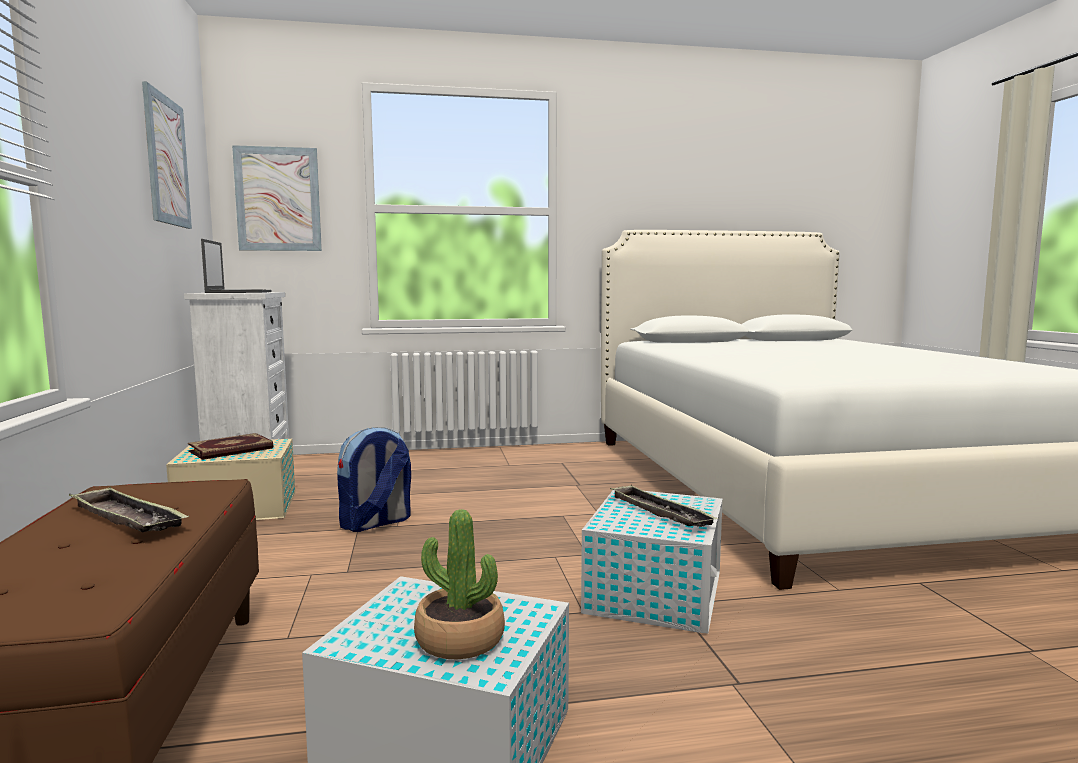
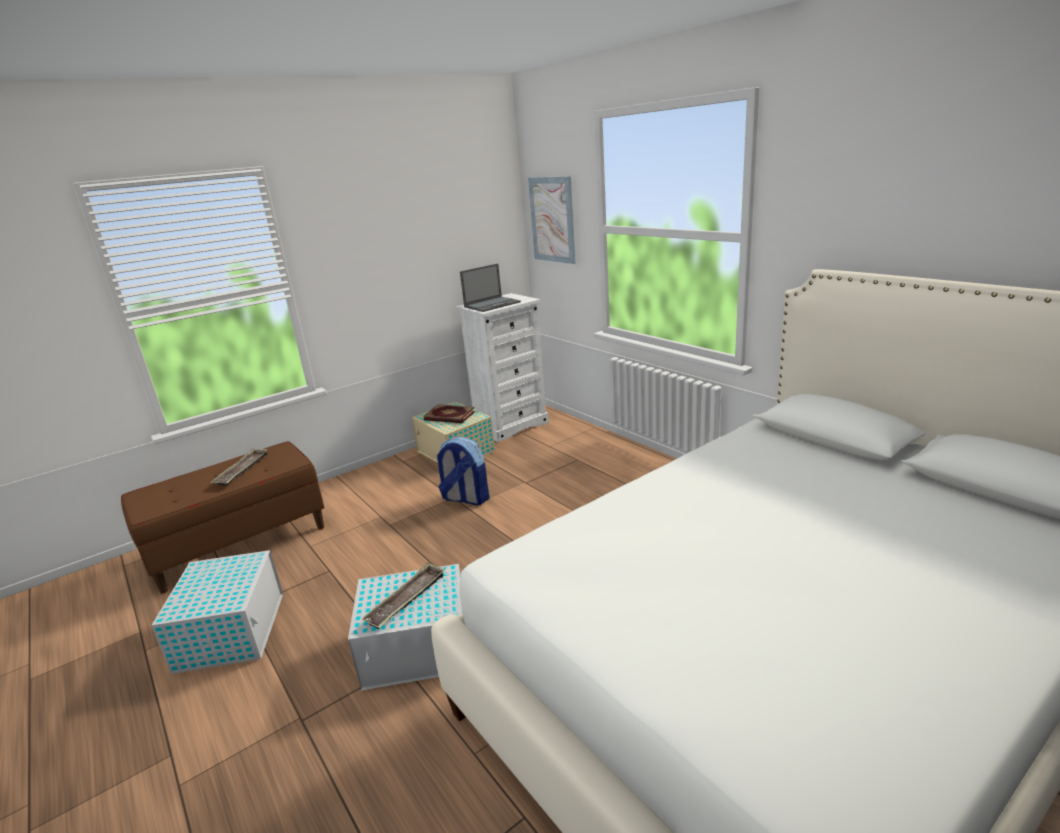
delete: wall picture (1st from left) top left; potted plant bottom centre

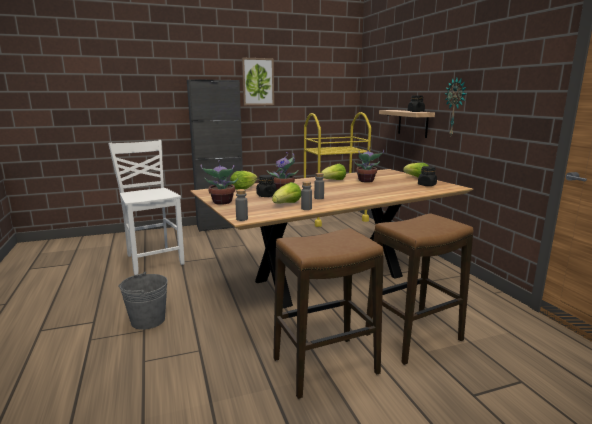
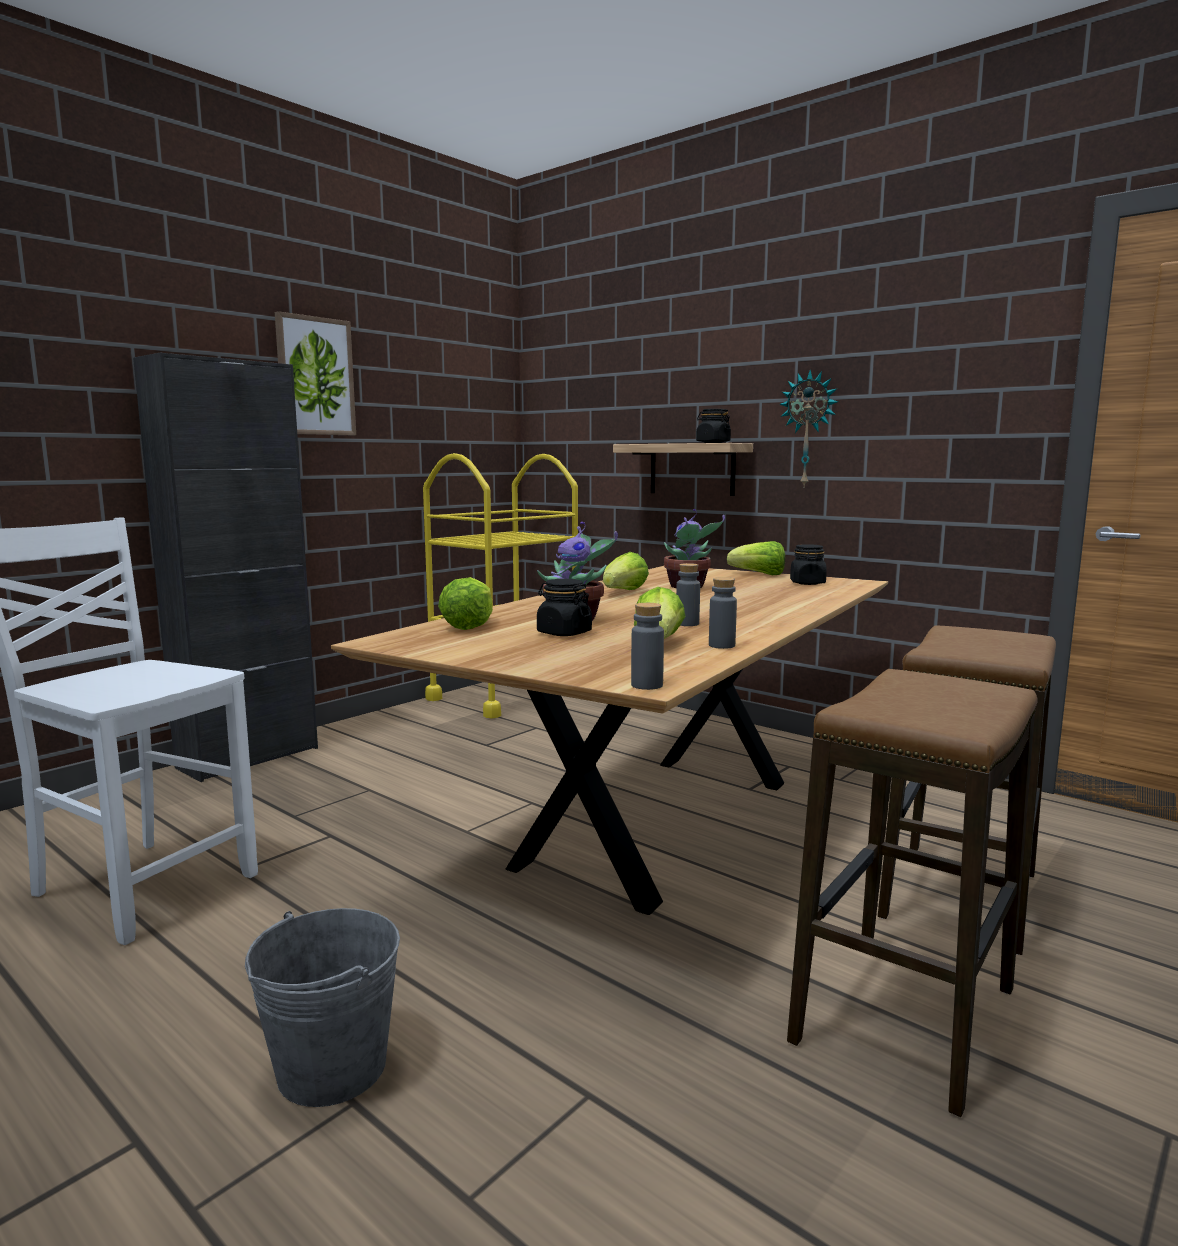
delete: potted plant (1st from left) centre

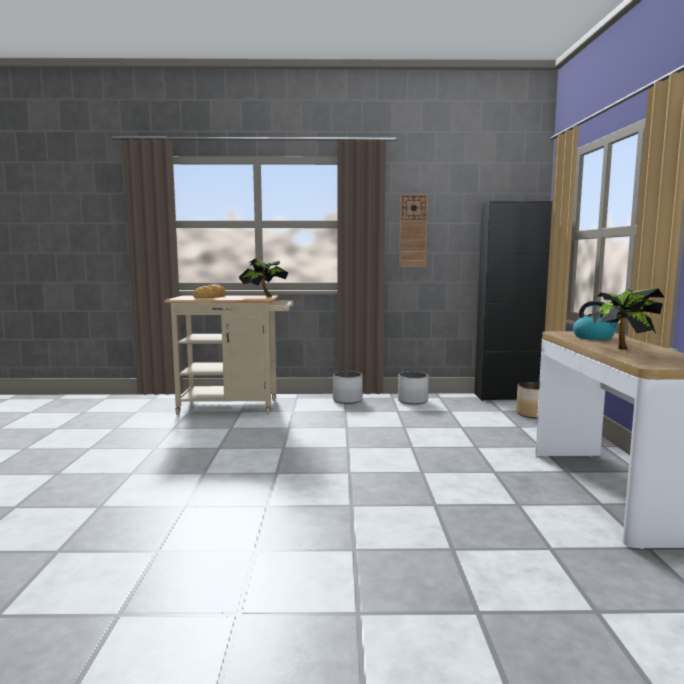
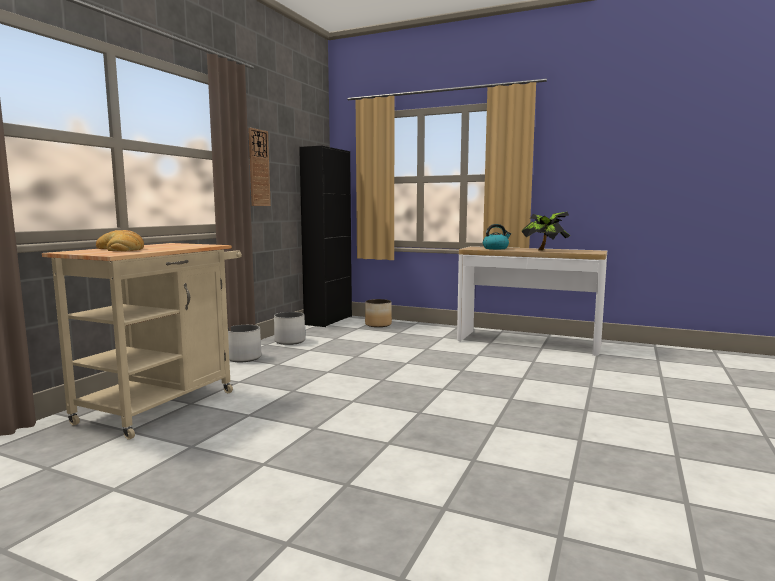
delete: potted plant (1st from left) centre

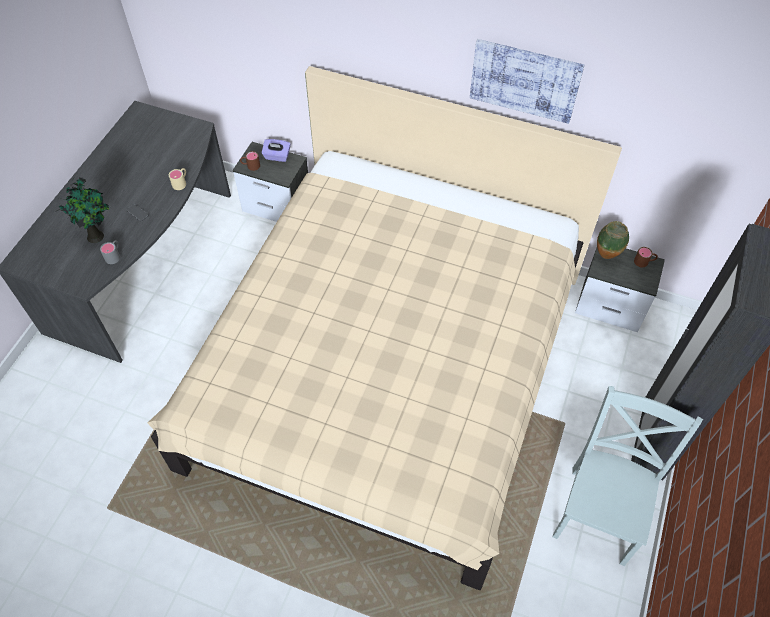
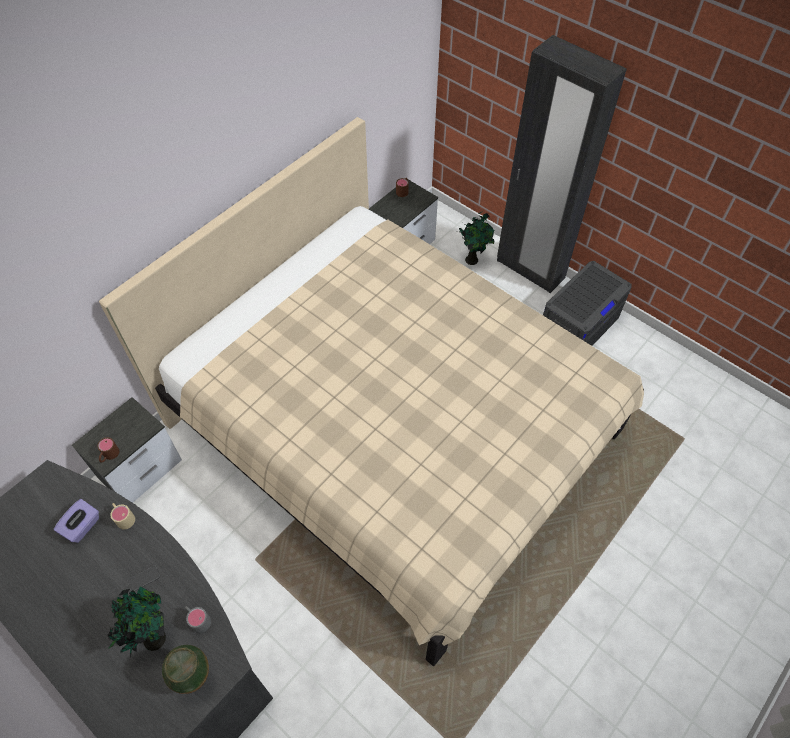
delete: wall picture top right
insert: potted plant (2nd from left) top centre
move: purple-coloured tissue box top centre to bottom left; vase middle right to bottom left
replace: gray chair bottom right to gray storage container middle right

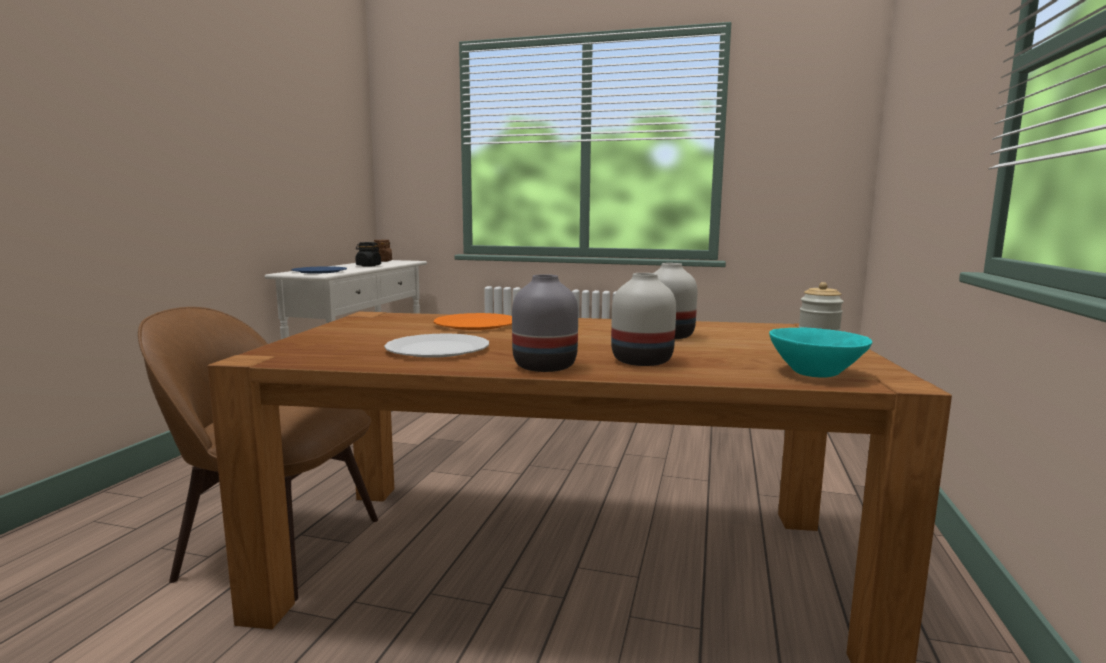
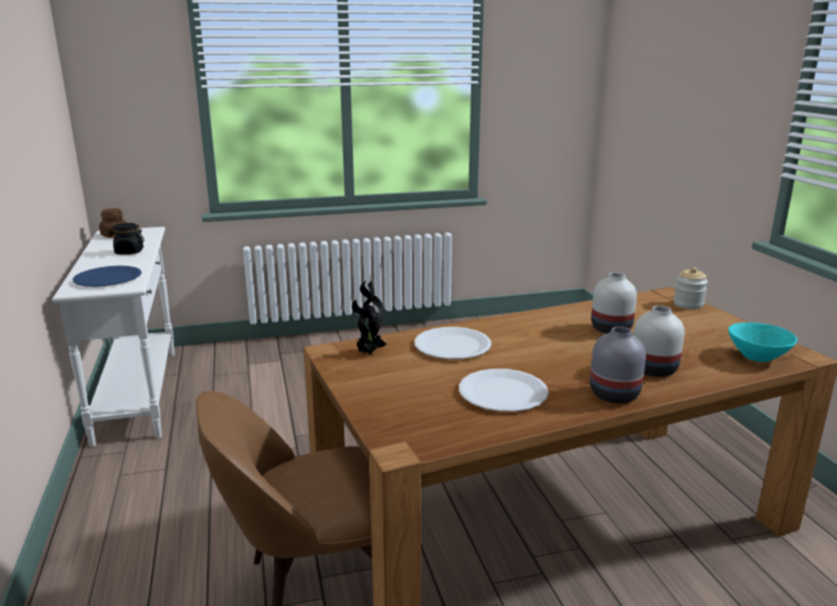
insert: potted plant centre
recolor: orangey plate centre to whitish plate (1st from left) centre

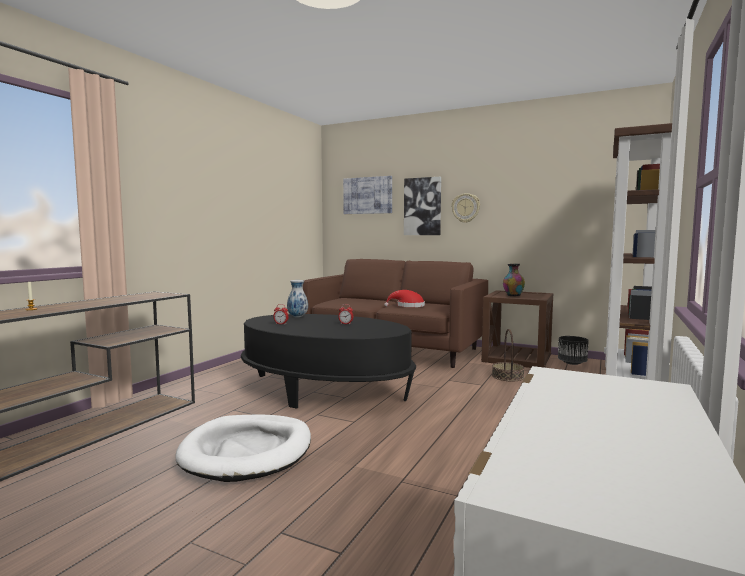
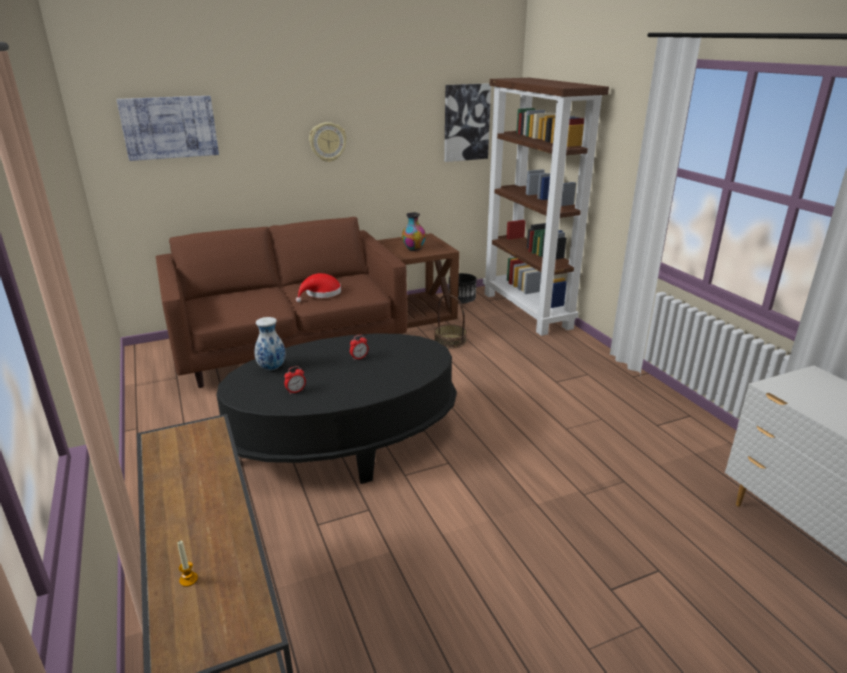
delete: whitish pet bed bottom left
move: wall picture (2nd from left) centre to top centre

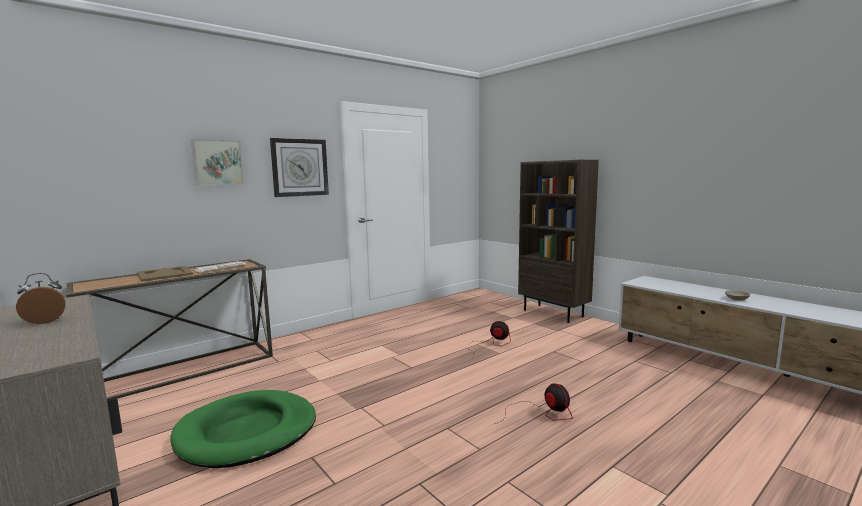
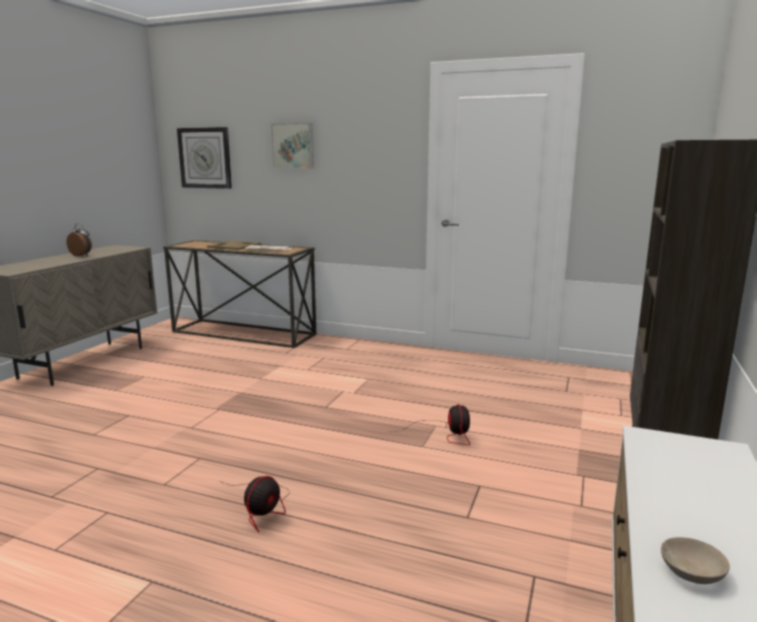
delete: greenish pet bed bottom left
move: clock on the wall top centre to top left

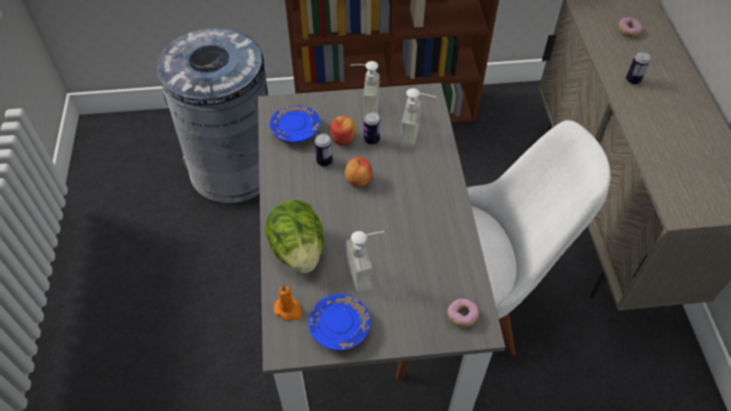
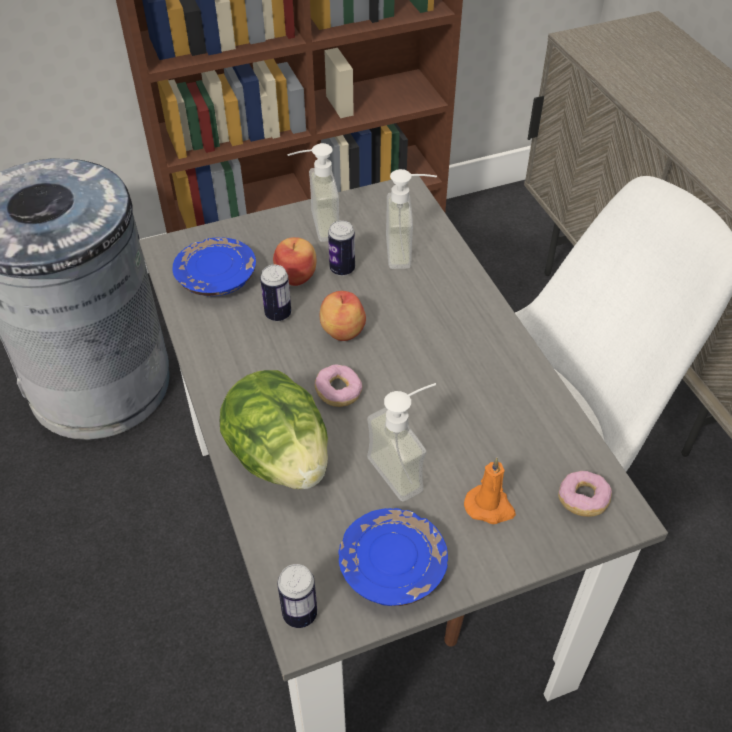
move: orangey wax light bottom centre to bottom right; doughnut (2nd from left in the first image) top right to doughnut (1st from left) centre; sealed can (3rd from left in the first image) top right to sealed can (2nd from left) bottom centre

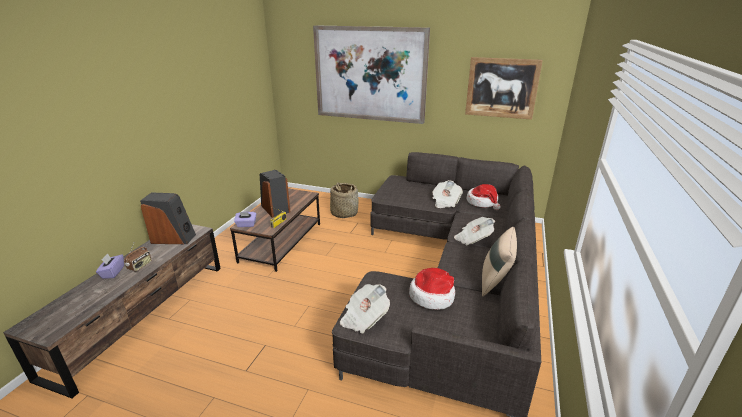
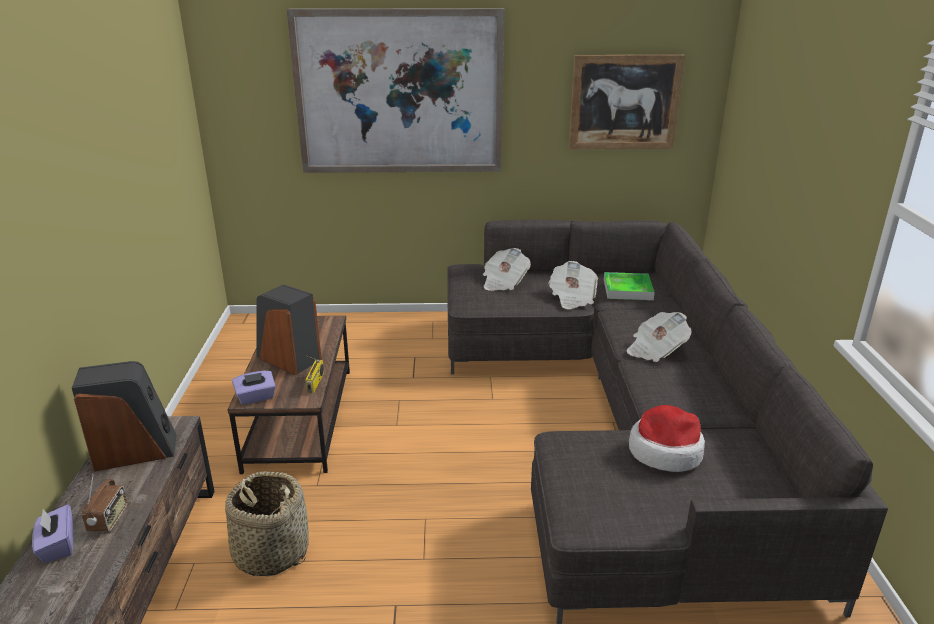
delete: beige pillow middle right
move: storage basket centre to bottom left; newspaper (1st from left) bottom centre to centre
replace: clothing hat (2nd from left) centre to tray middle right

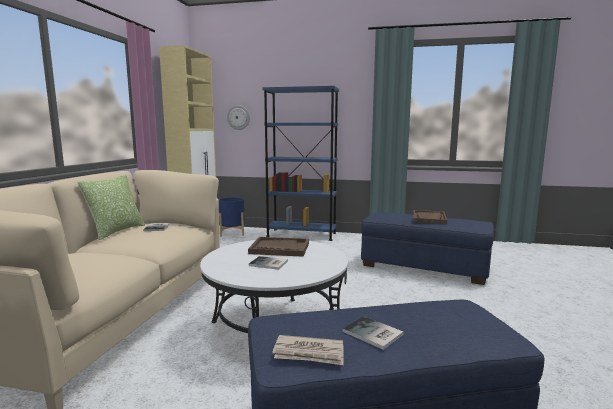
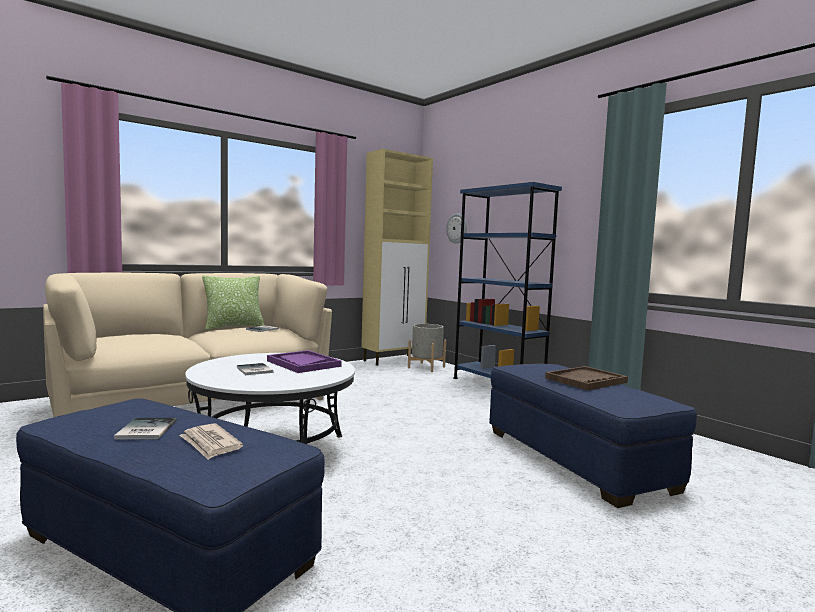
move: newspaper bottom centre to bottom left
recolor: blue planter centre to gray planter centre; brown-coloured tray (1st from left) centre to purple-coloured tray centre

